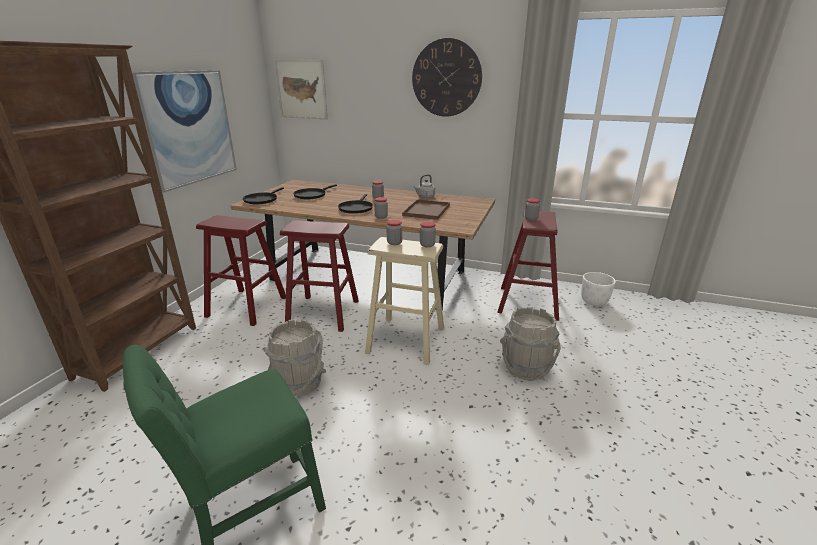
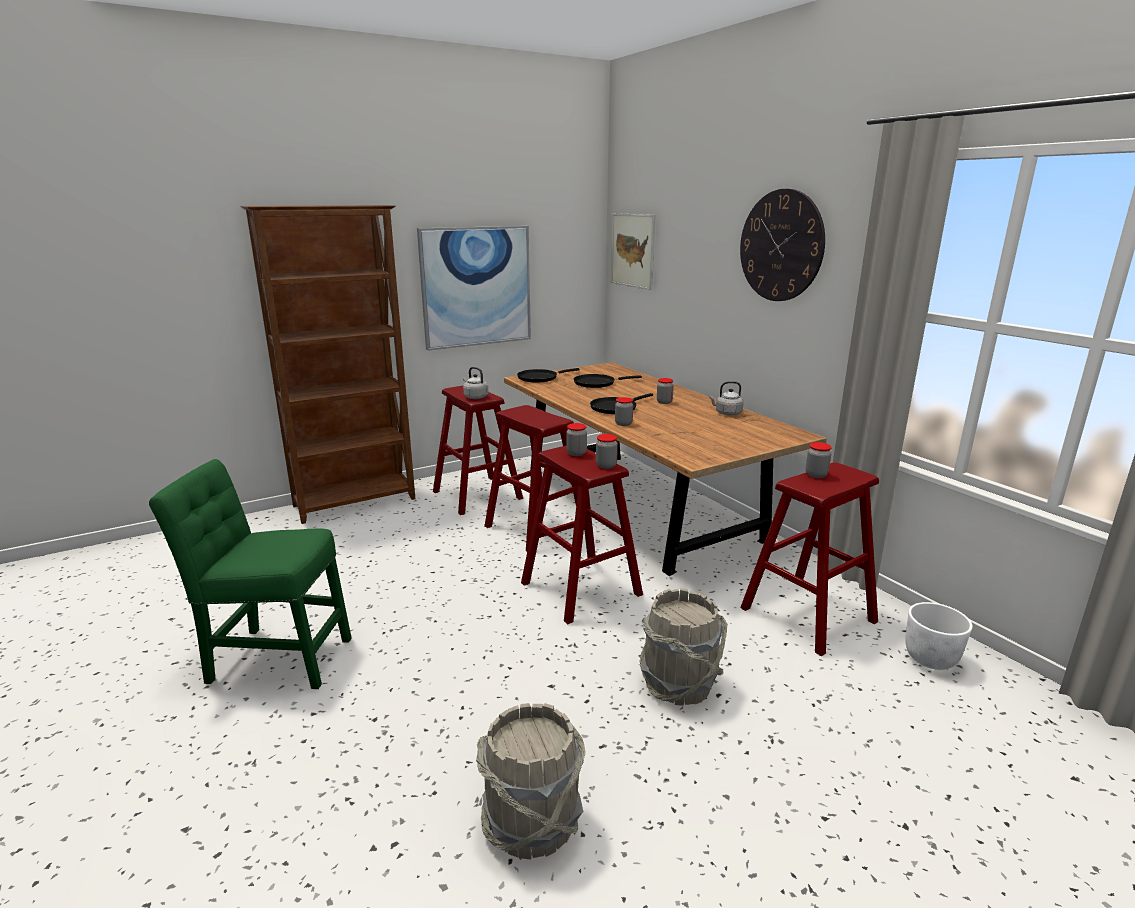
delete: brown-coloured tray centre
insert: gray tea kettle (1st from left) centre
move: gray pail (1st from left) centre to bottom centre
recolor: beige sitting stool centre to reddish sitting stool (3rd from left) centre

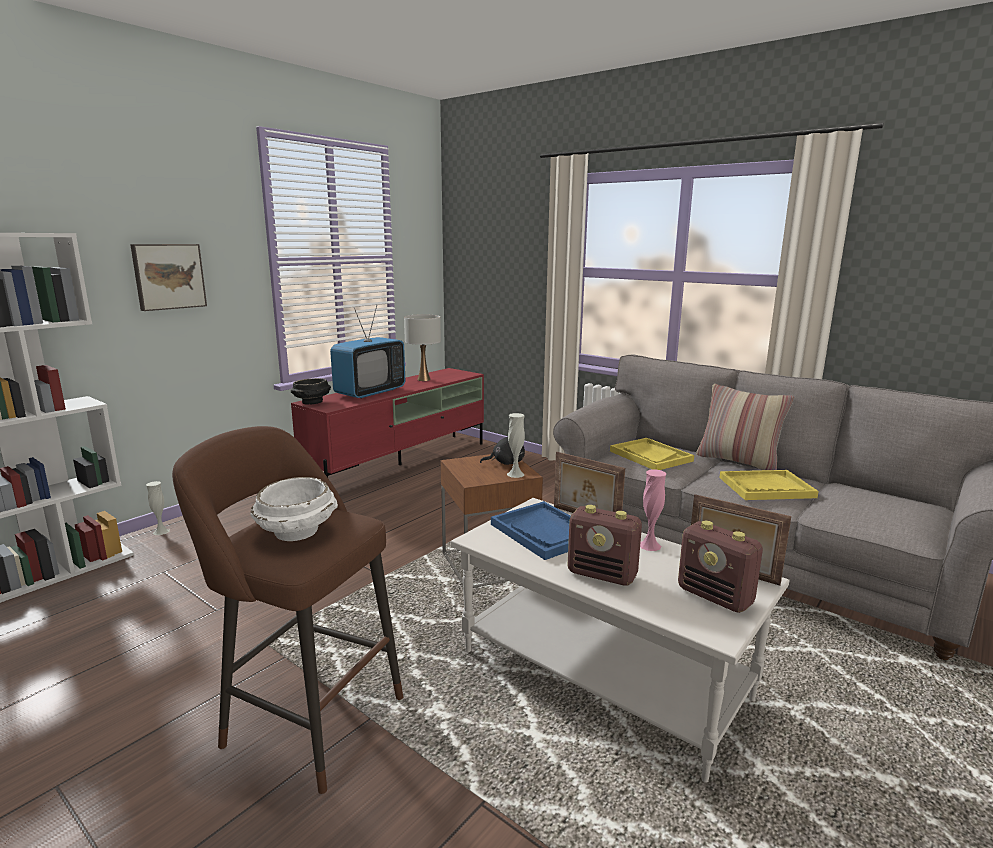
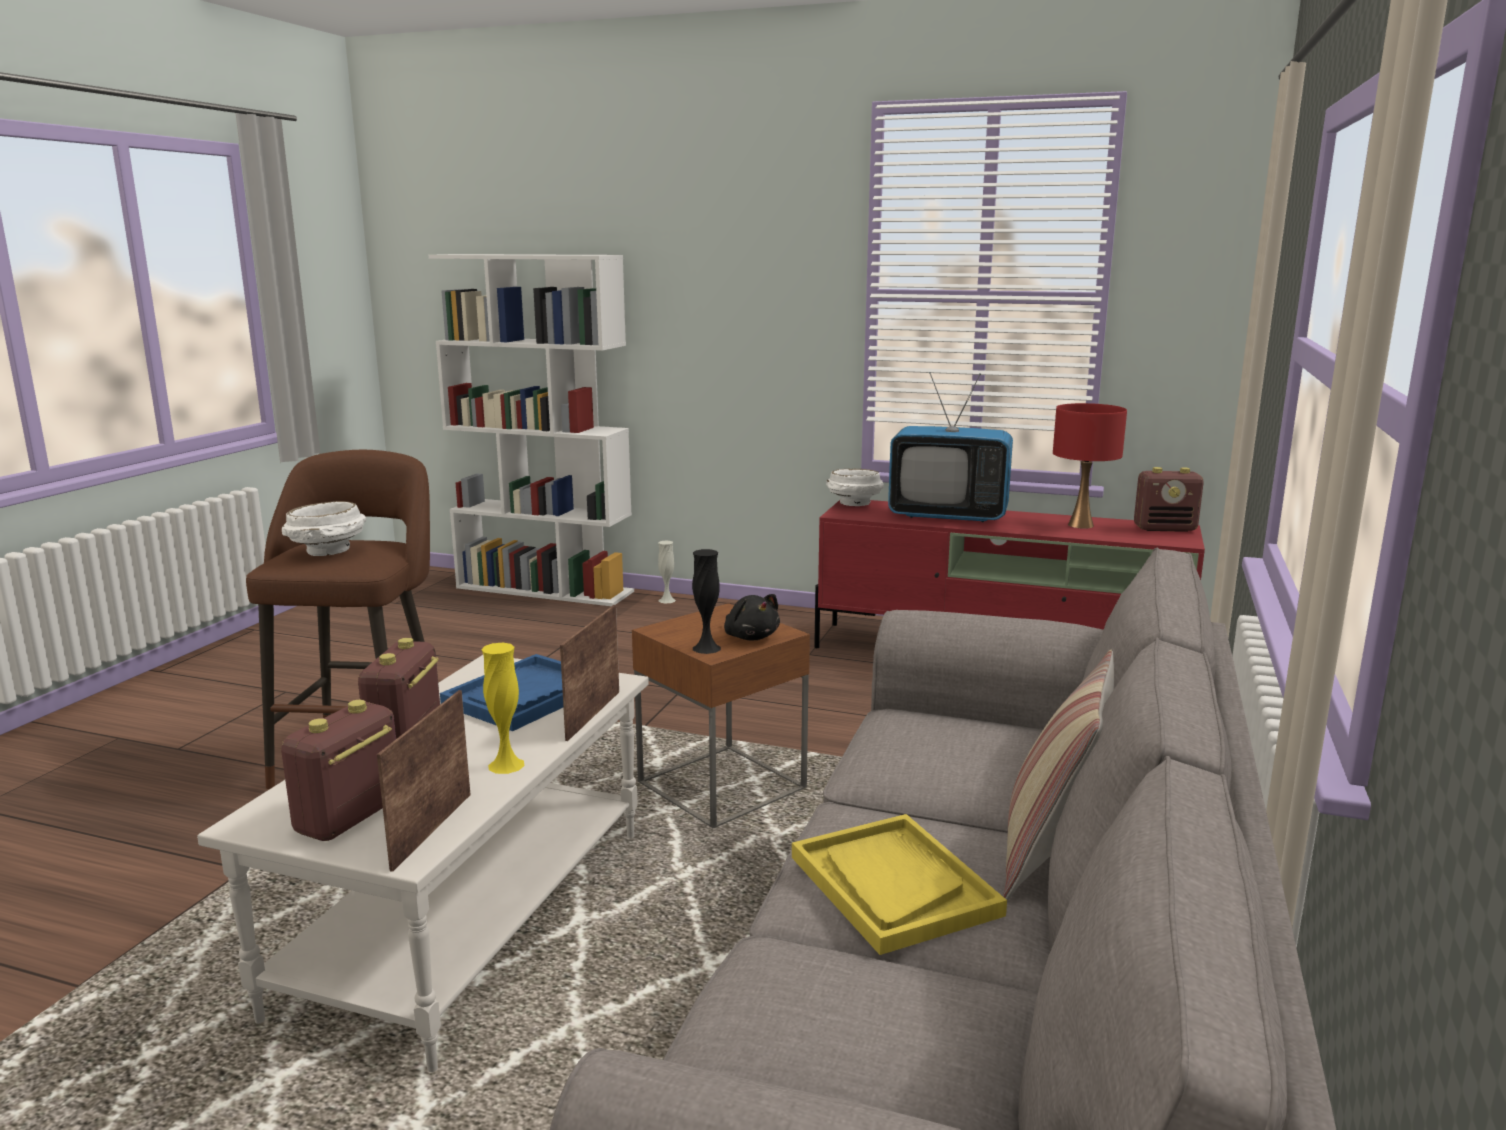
delete: wall picture top left; yellowish tray (1st from left) centre
insert: radio set (3rd from left) middle right
recolor: blackish bowl middle left to whitish bowl (2nd from left) centre; whitish table lamp centre to reddish table lamp middle right; whitish vase (2nd from left) centre to blackish vase centre; pink vase centre to yellowish vase centre

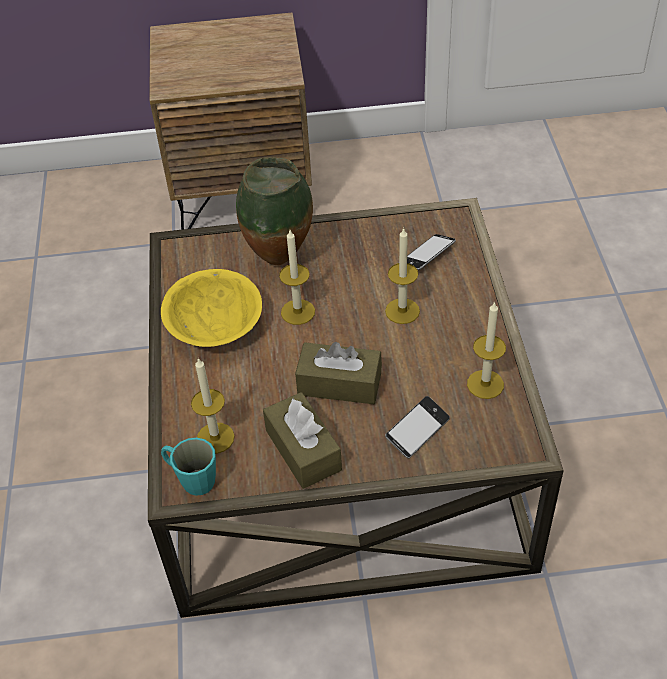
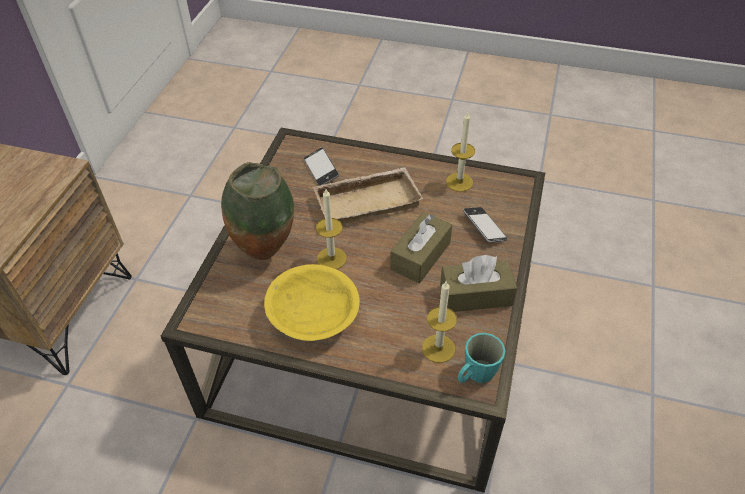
replace: wax light (3rd from left) centre to beige tray centre

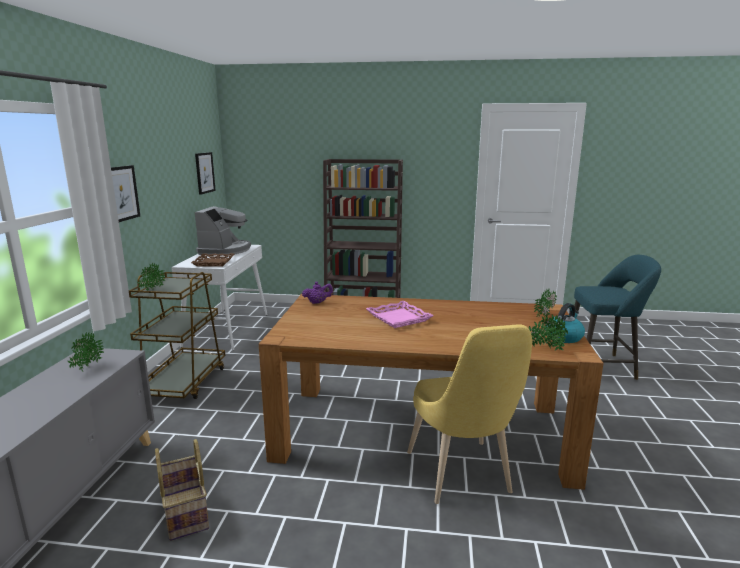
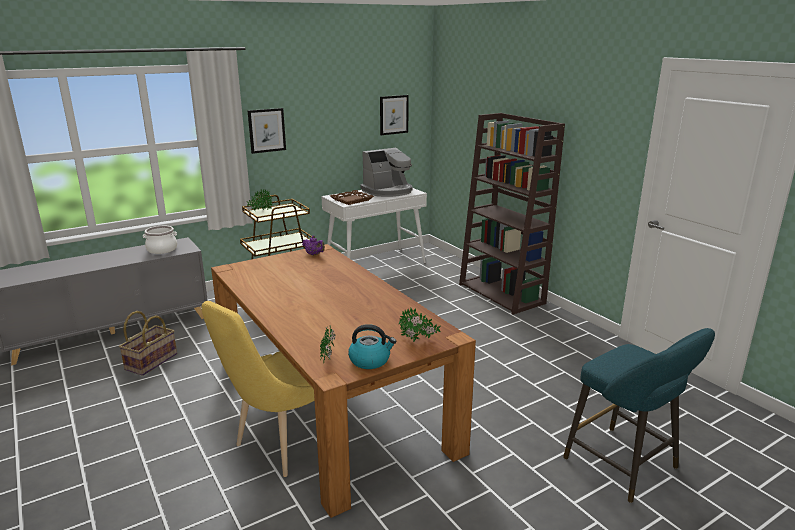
delete: pink tray centre
replace: potted plant (1st from left) middle left to stockpot middle left

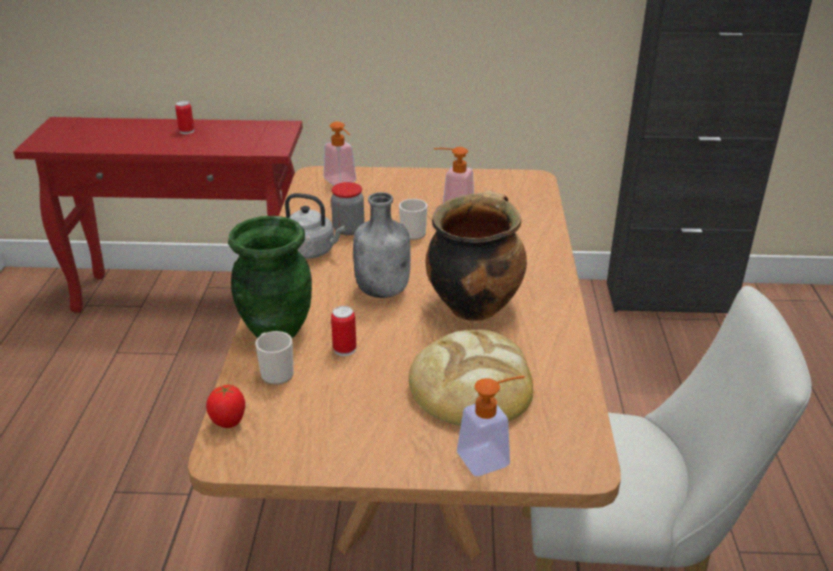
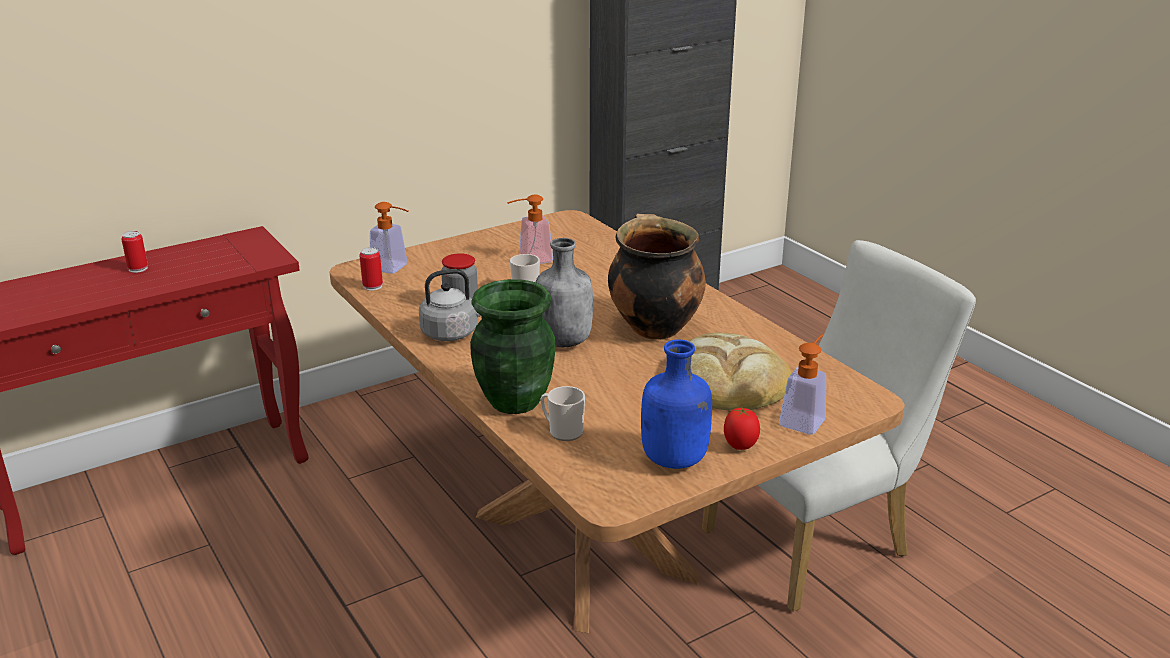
insert: blue beverage bottle centre
move: tomato bottom left to centre; sealed can (2nd from left) centre to middle left

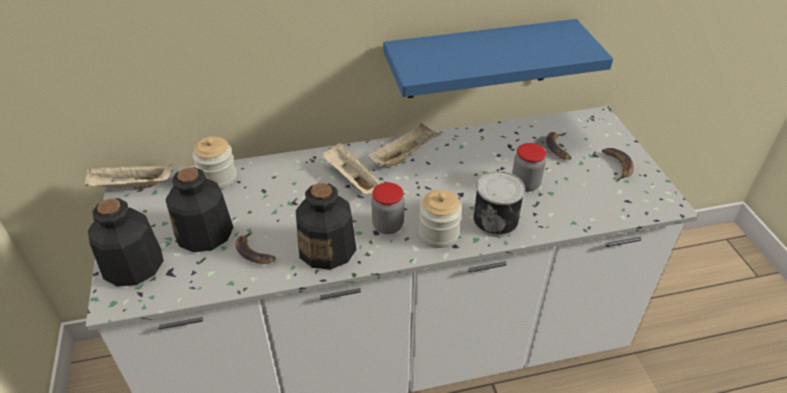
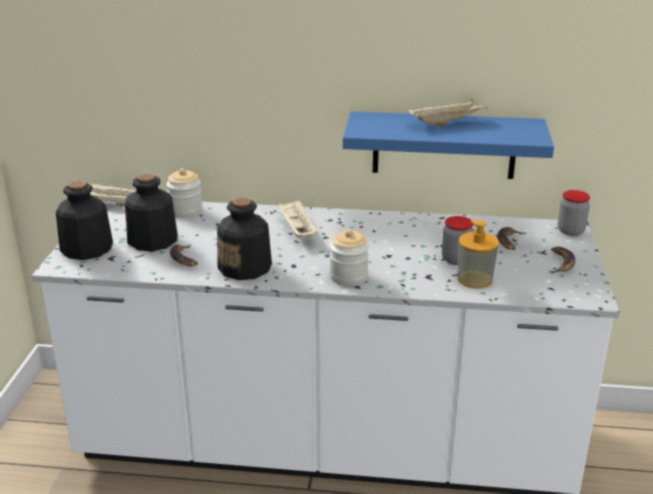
delete: sealed can centre
insert: soap bottle middle right
move: beige tray (3rd from left) centre to top right; storage jar (2nd from left in the first image) centre to storage jar (4th from left) middle right

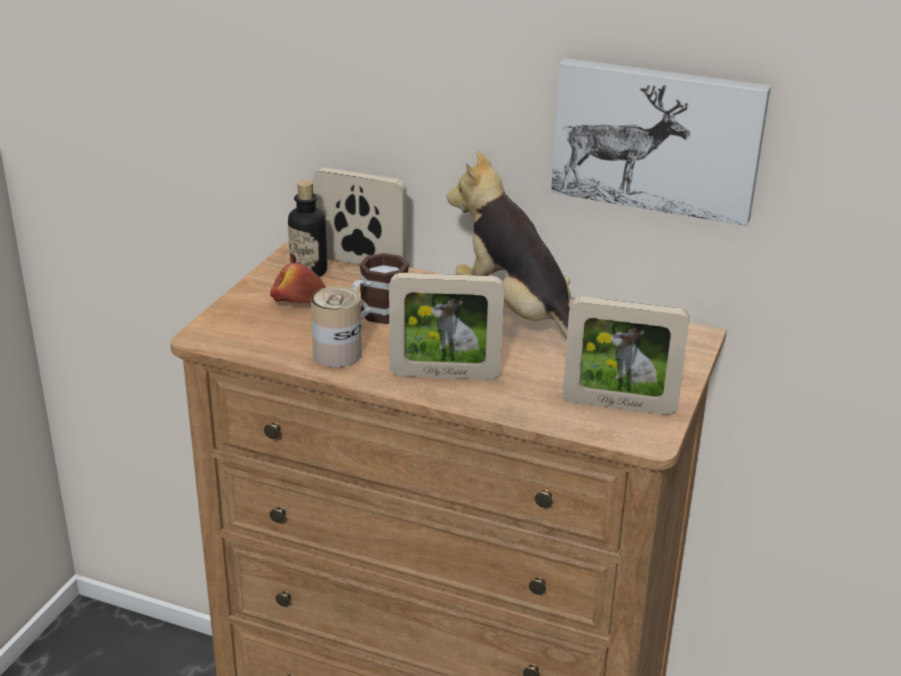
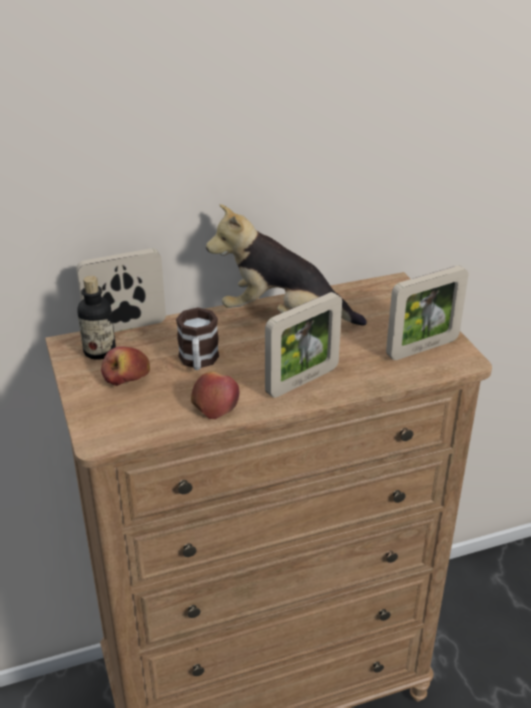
delete: wall picture top right
replace: sealed can centre to apple fruit (2nd from left) centre

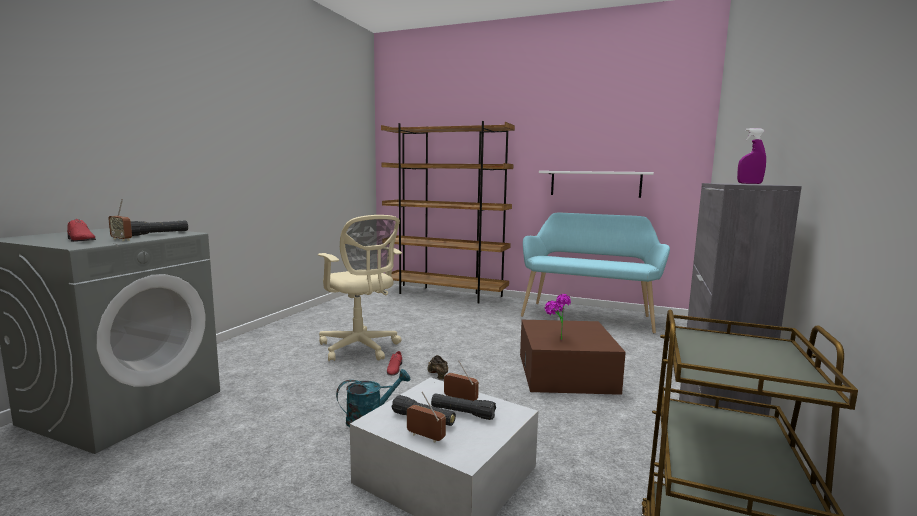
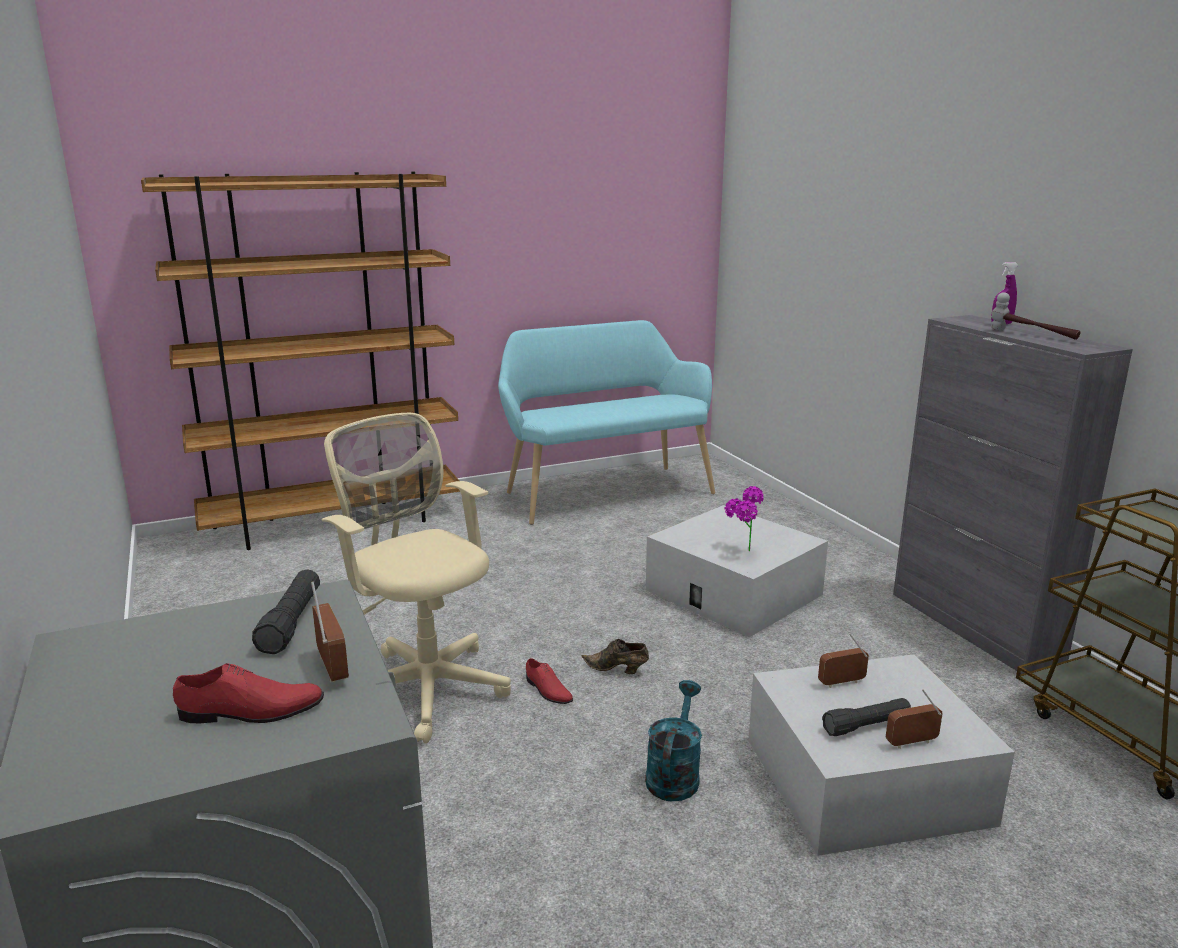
delete: blackish torch (3rd from left) bottom centre; whitish shelf centre
insert: tool hammer middle right
recolor: brown-coloured storage container bottom centre to whitish storage container (1st from left) centre
rotate: radio set (1st from left) middle left = middle left 105 degrees counterclockwise; beige computer chair centre = centre 135 degrees counterclockwise

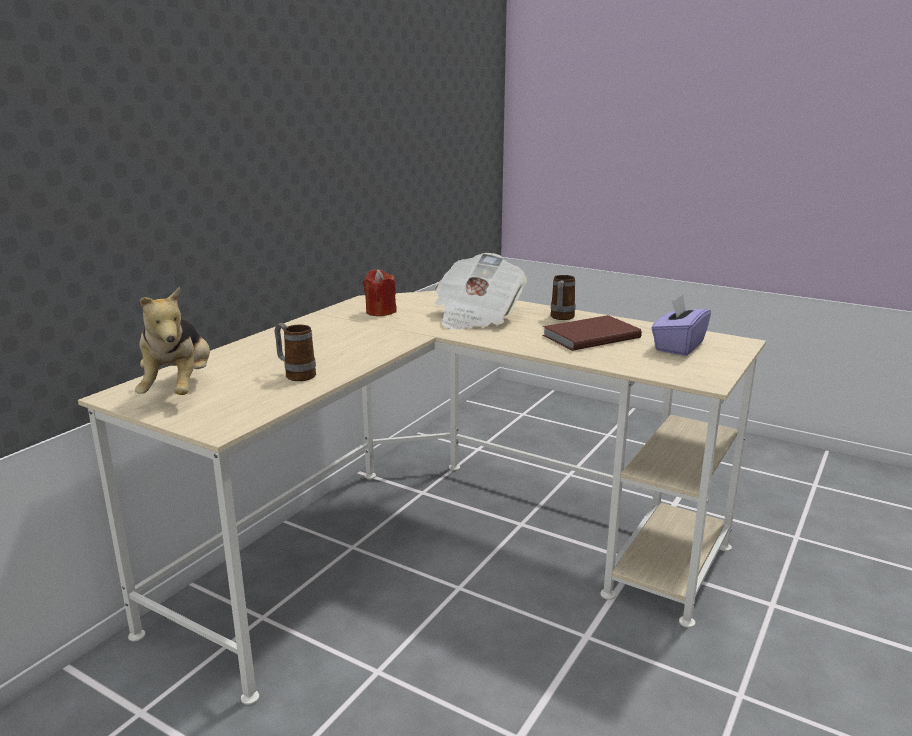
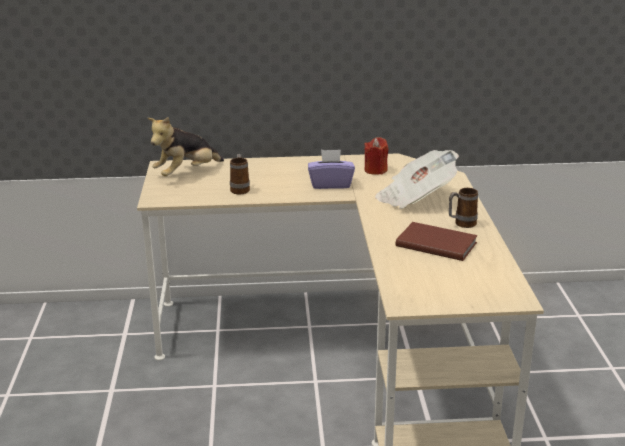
move: purple-coloured tissue box middle right to centre

